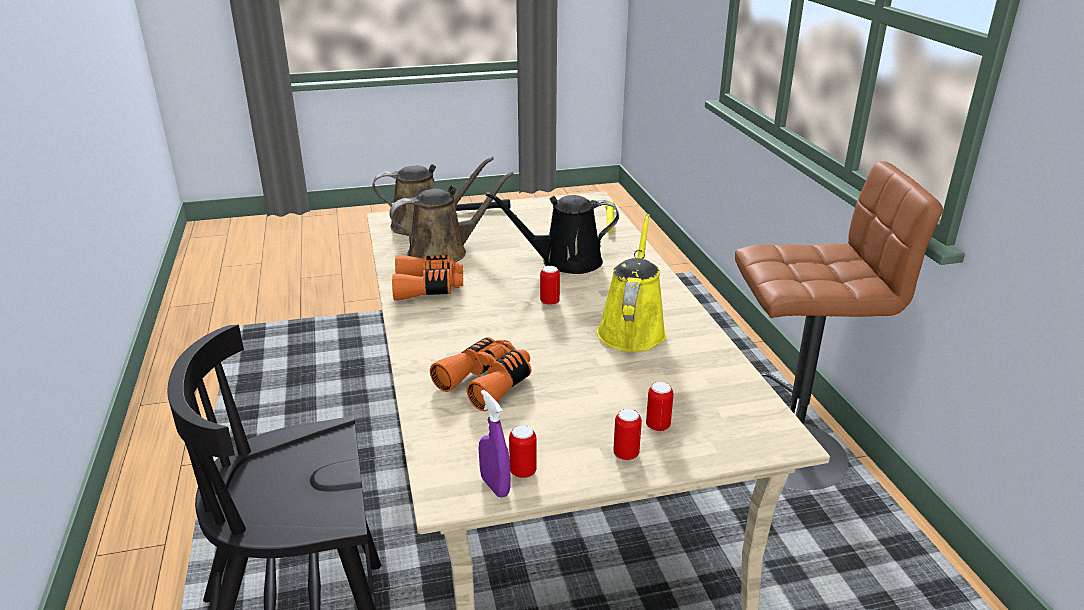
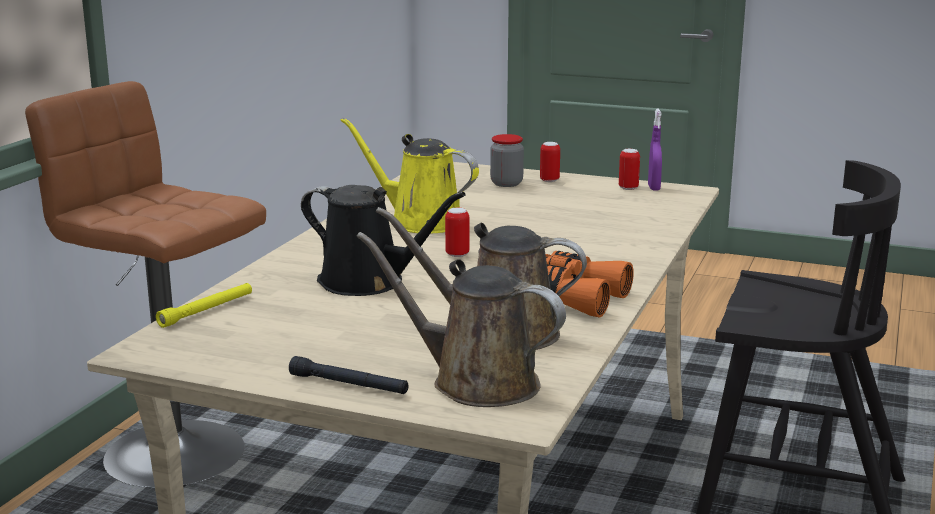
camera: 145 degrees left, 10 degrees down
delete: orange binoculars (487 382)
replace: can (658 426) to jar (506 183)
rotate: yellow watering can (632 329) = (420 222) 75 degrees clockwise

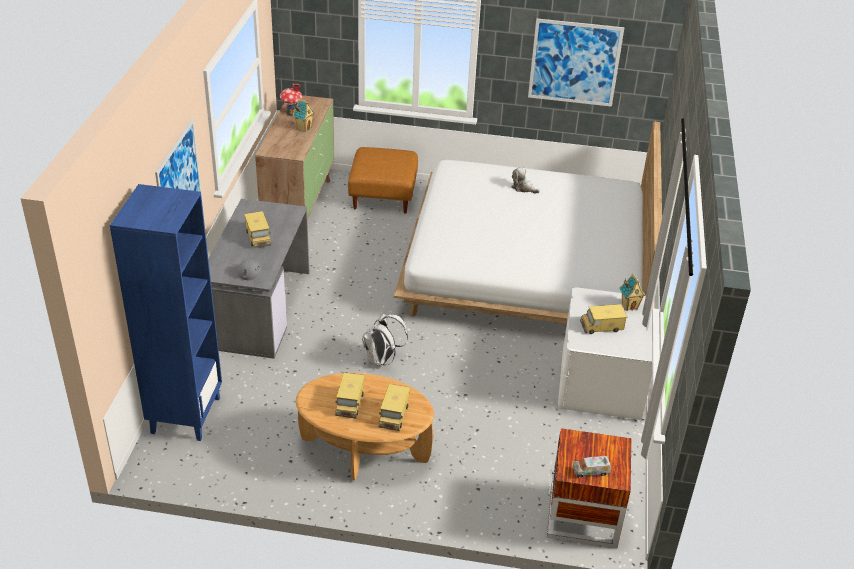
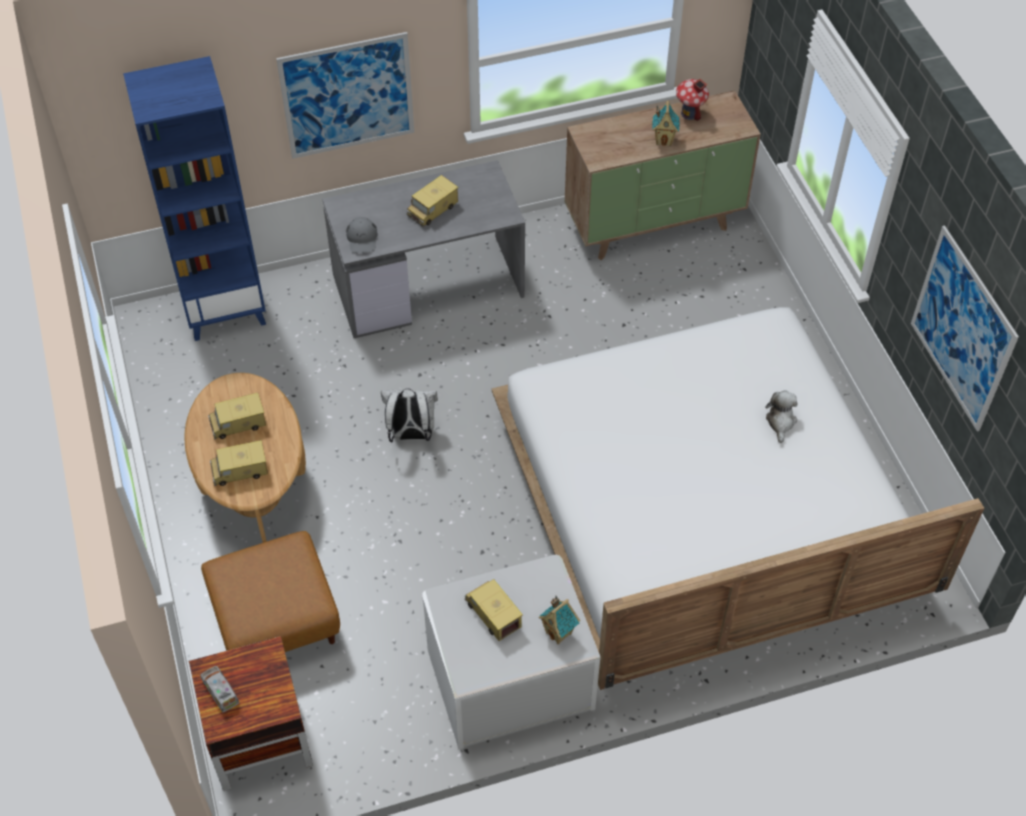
camera: 65 degrees right, 15 degrees up
move: brown ottoman (382 196) to (277 619)

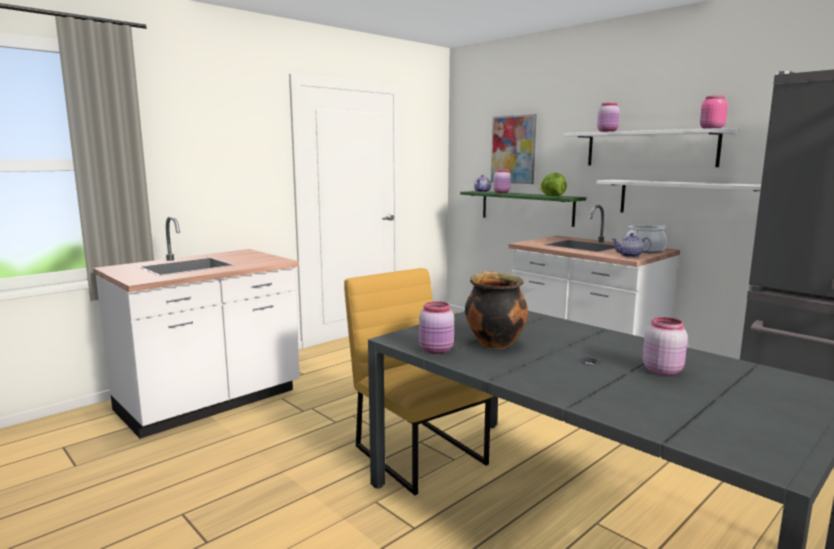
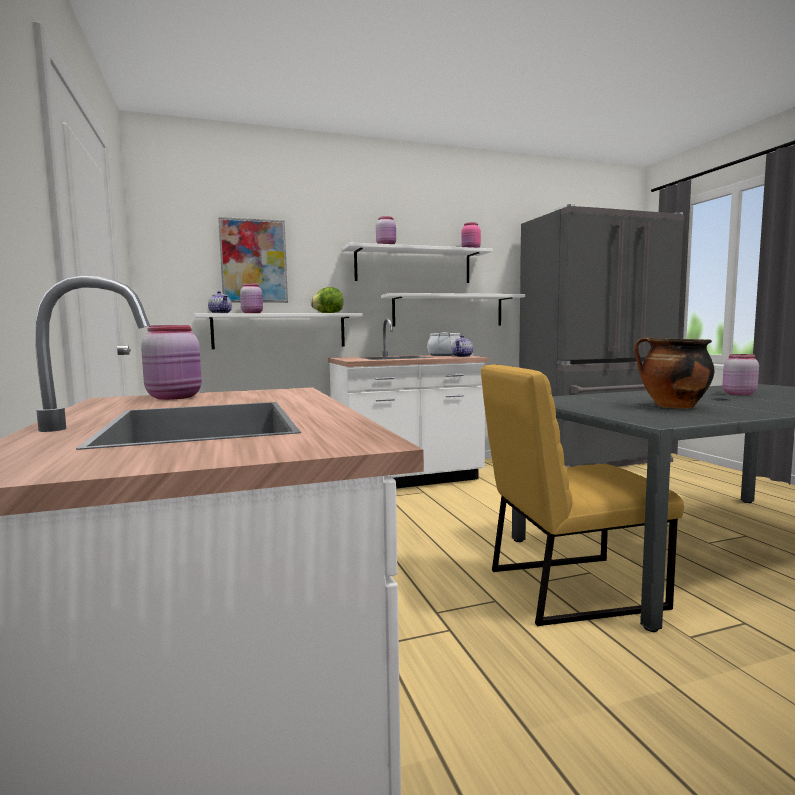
camera: 65 degrees left, 5 degrees down
move: pink jar (437 350) to (176 397)
recolor: green shelf (526 207) to white shelf (279 331)

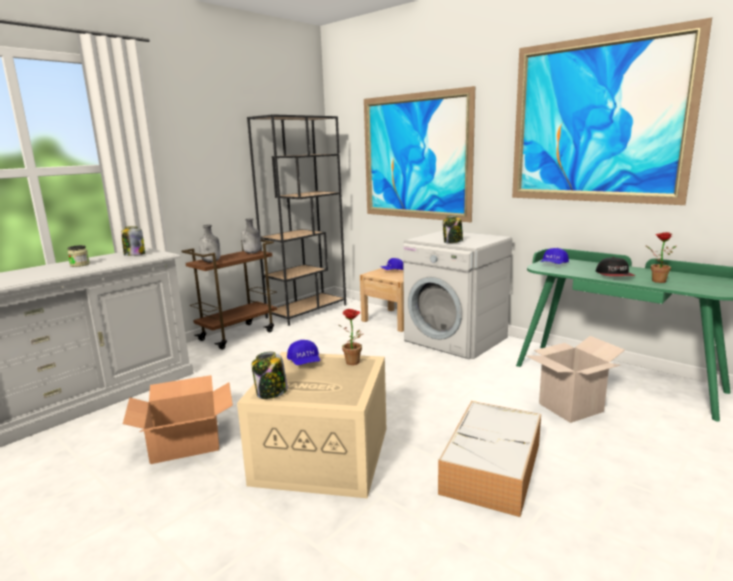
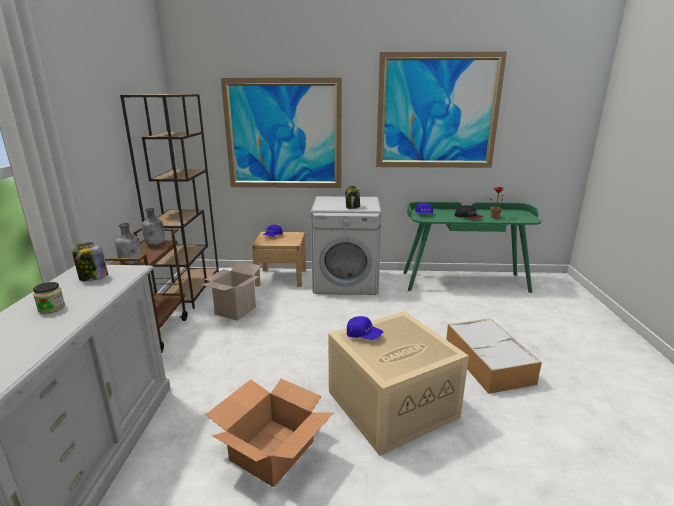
camera: 40 degrees left, 5 degrees up
delete: potted plant (355 363); jar (271 393)
move: cardboard box (570 407) to (235 310)

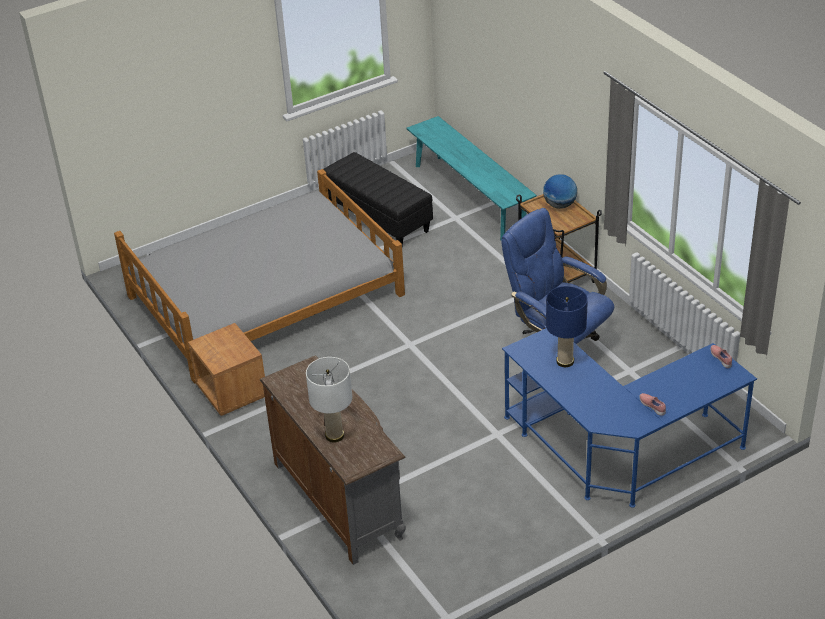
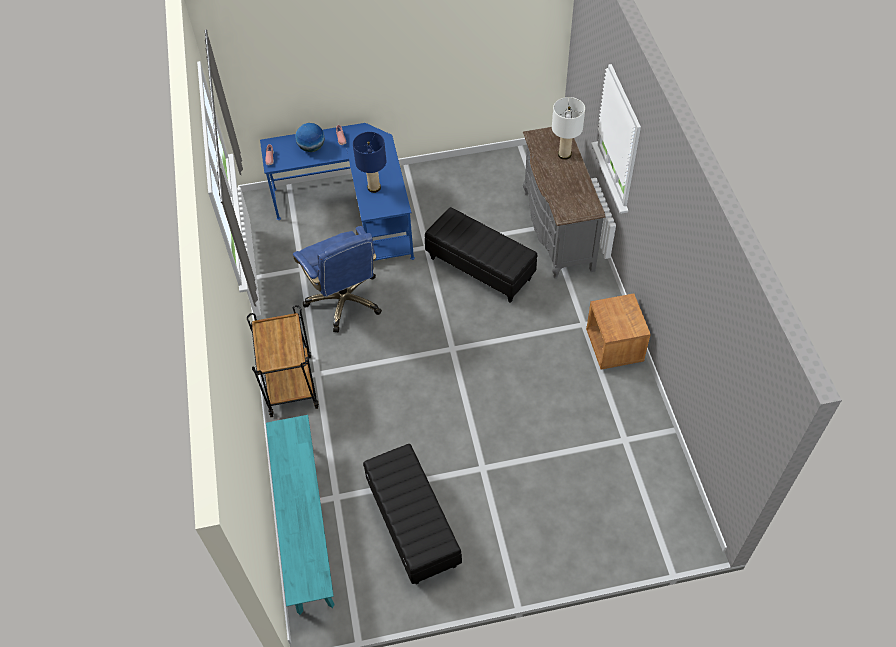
camera: 160 degrees left, 15 degrees up
delete: grey bed (266 295)
insert: black ottoman (480 268)
move: globe (559 205) to (312 148)

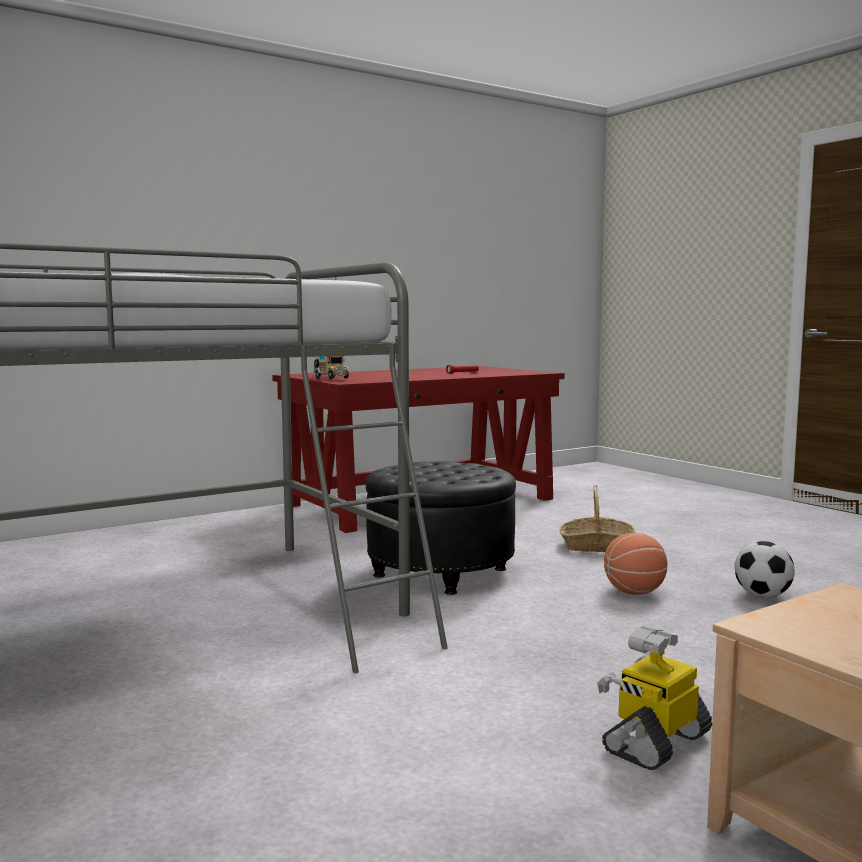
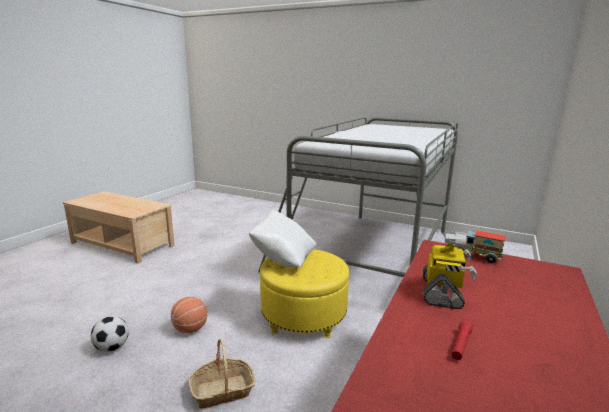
camera: 150 degrees right, 10 degrees up
insert: white pillow (283 259)
move: toy robot (655 742) to (443 292)
recolor: black ottoman (440 572) to yellow ottoman (303 317)

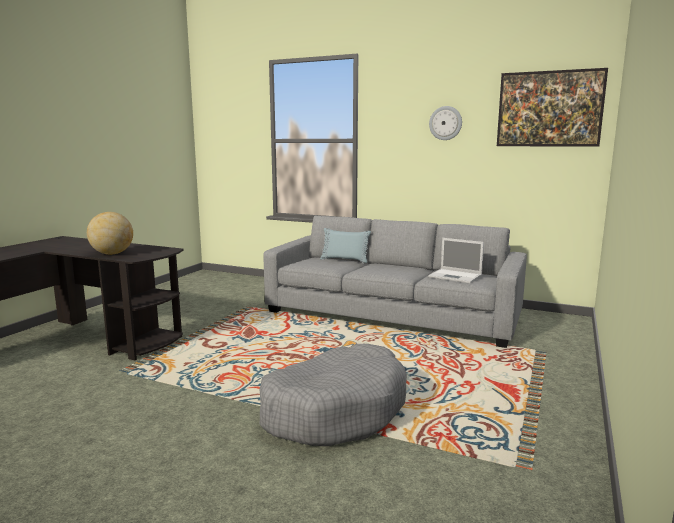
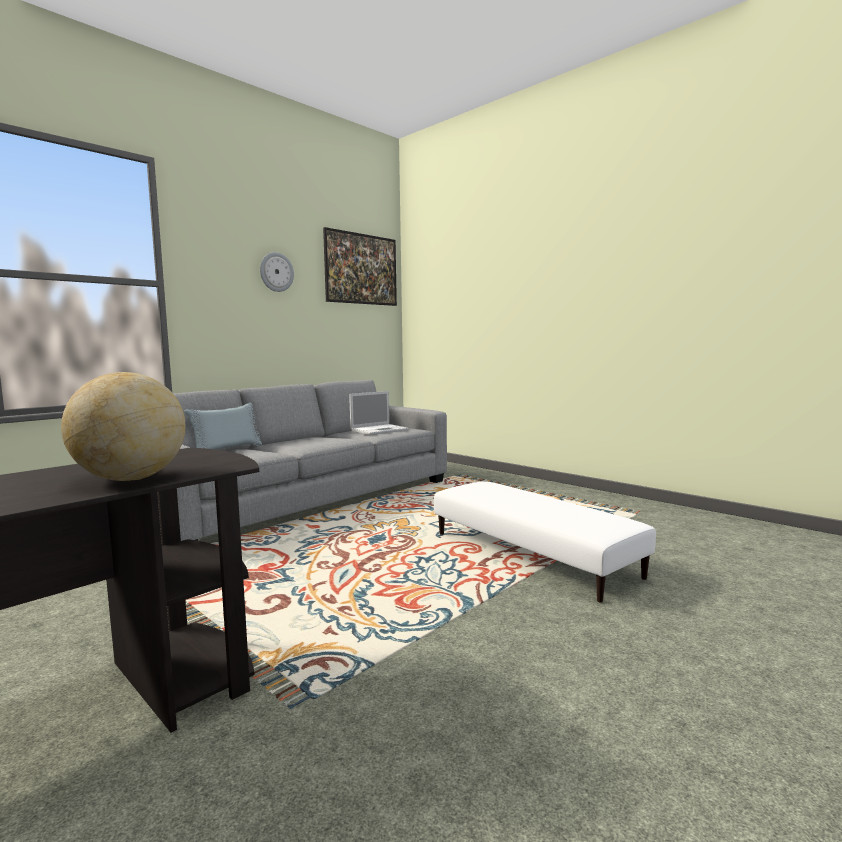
camera: 70 degrees left, 5 degrees down
replace: grey dog bed (334 410) to white ottoman (532 554)

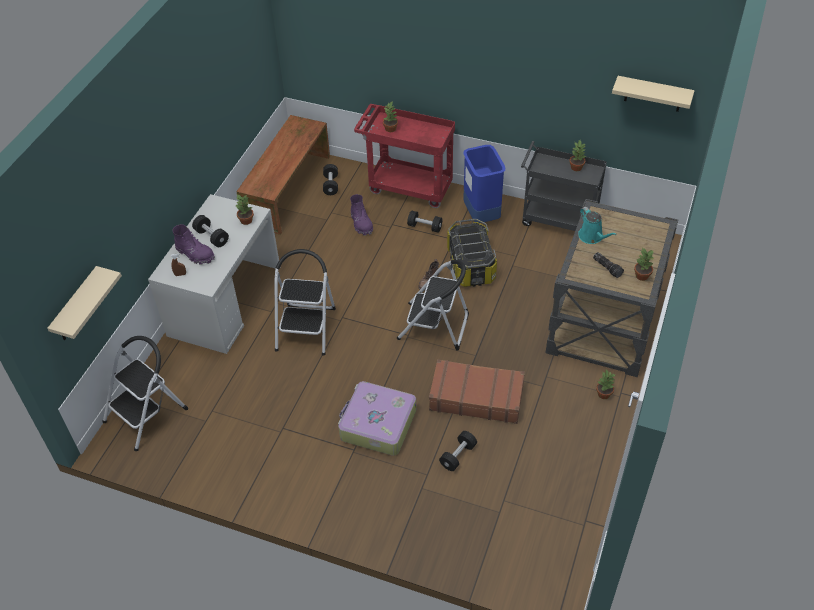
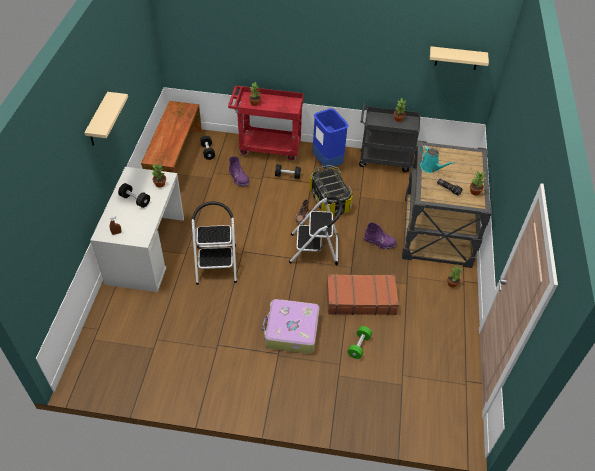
camera: 15 degrees left, 0 degrees up
delete: step ladder (148 414)
move: purple boot (195 254) to (379 242); beige shelf (76 306) to (98 121)
recolor: black dumbbell (458 456) to green dumbbell (359 346)

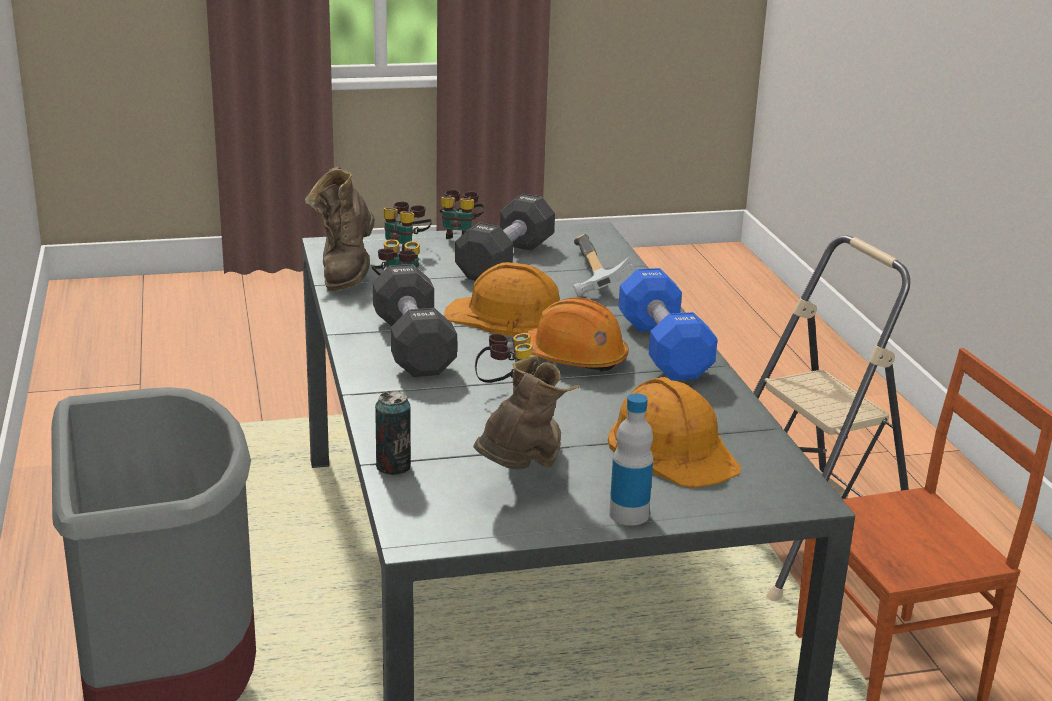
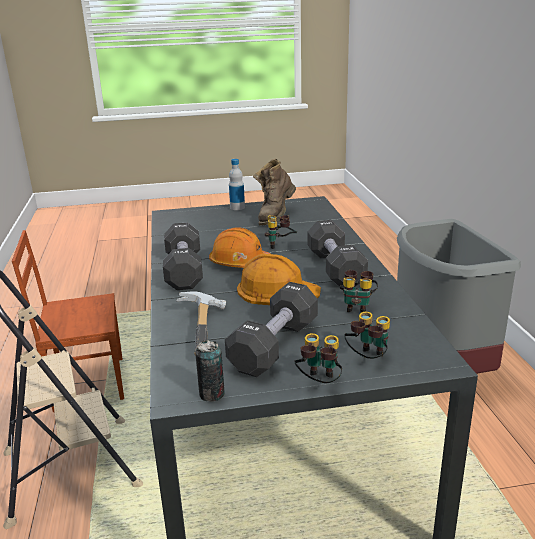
camera: 175 degrees left, 0 degrees up
delete: brown boot (346 272); orange hard hat (673 448)
move: can (393 467) to (212 394)
recolor: blue dumbbell (663 349) to black dumbbell (184 270)

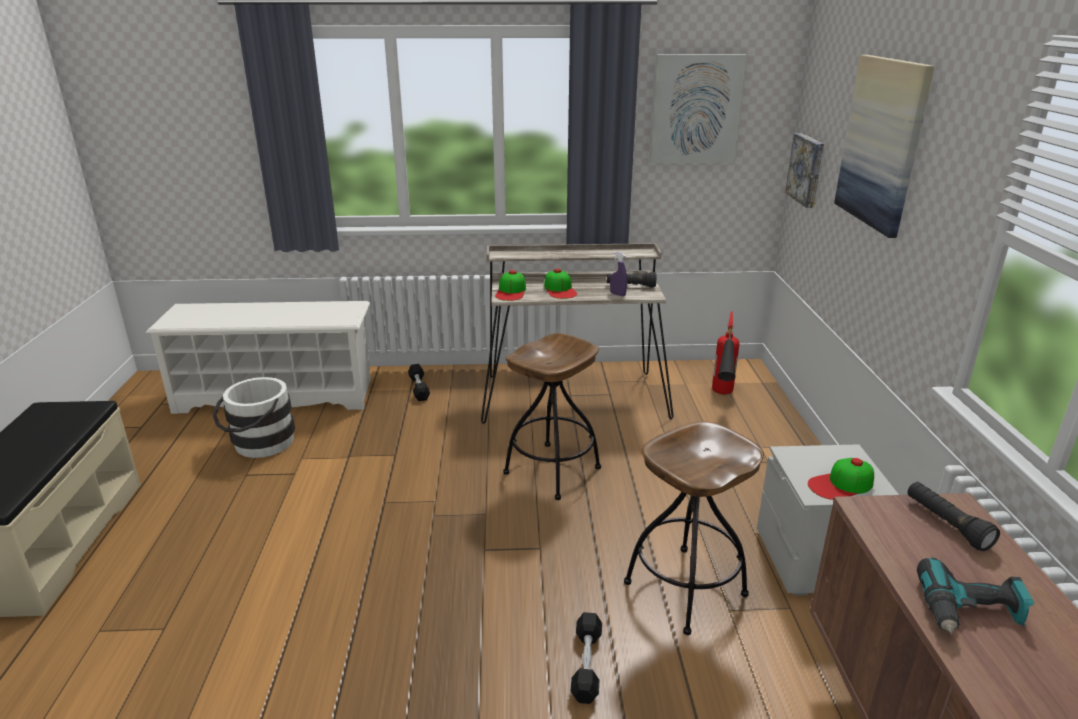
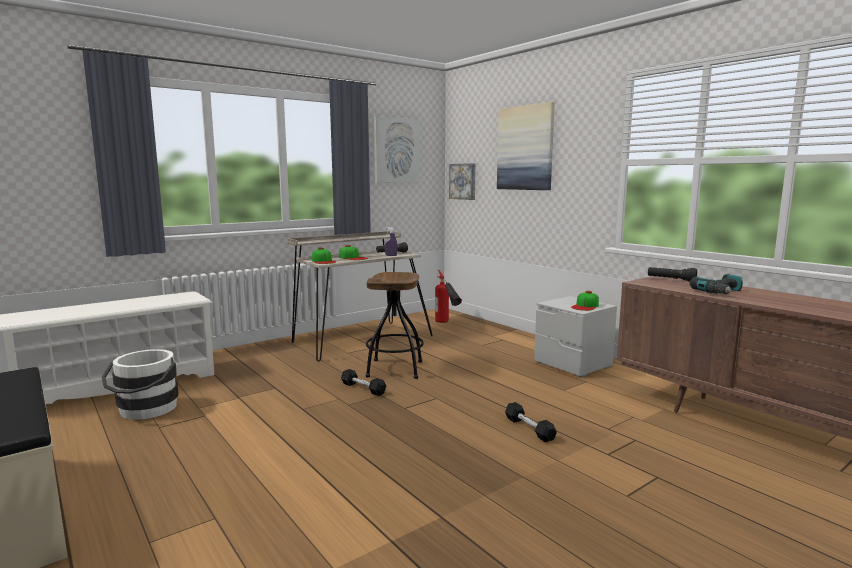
camera: 35 degrees left, 15 degrees down
delete: brown stool (686 588)
move: black dumbbell (419 388) to (363 388)

